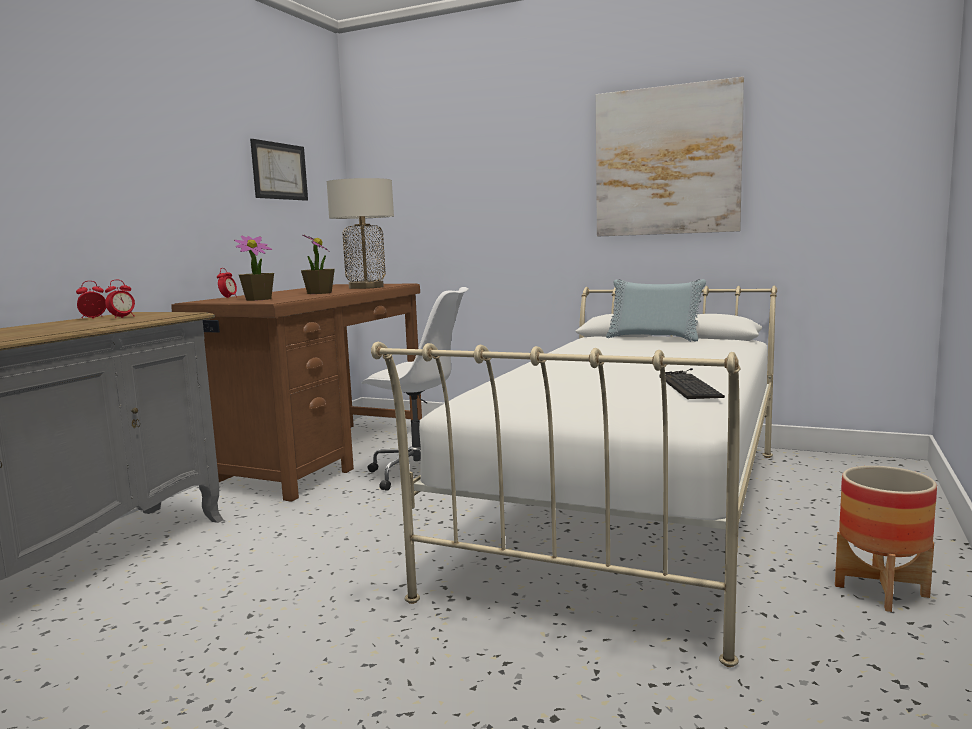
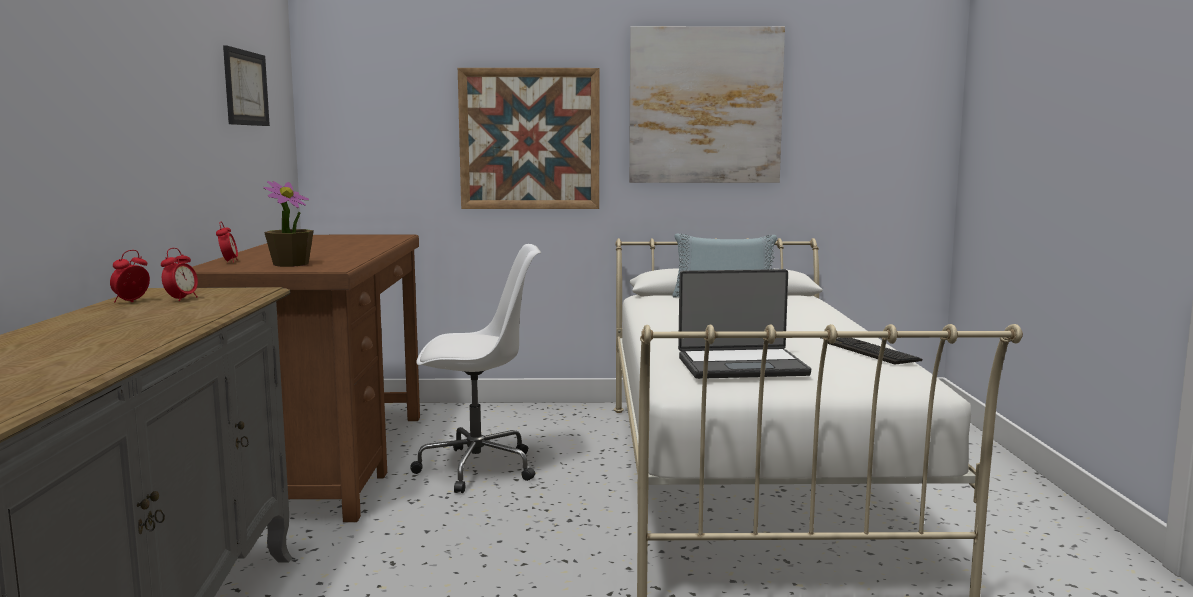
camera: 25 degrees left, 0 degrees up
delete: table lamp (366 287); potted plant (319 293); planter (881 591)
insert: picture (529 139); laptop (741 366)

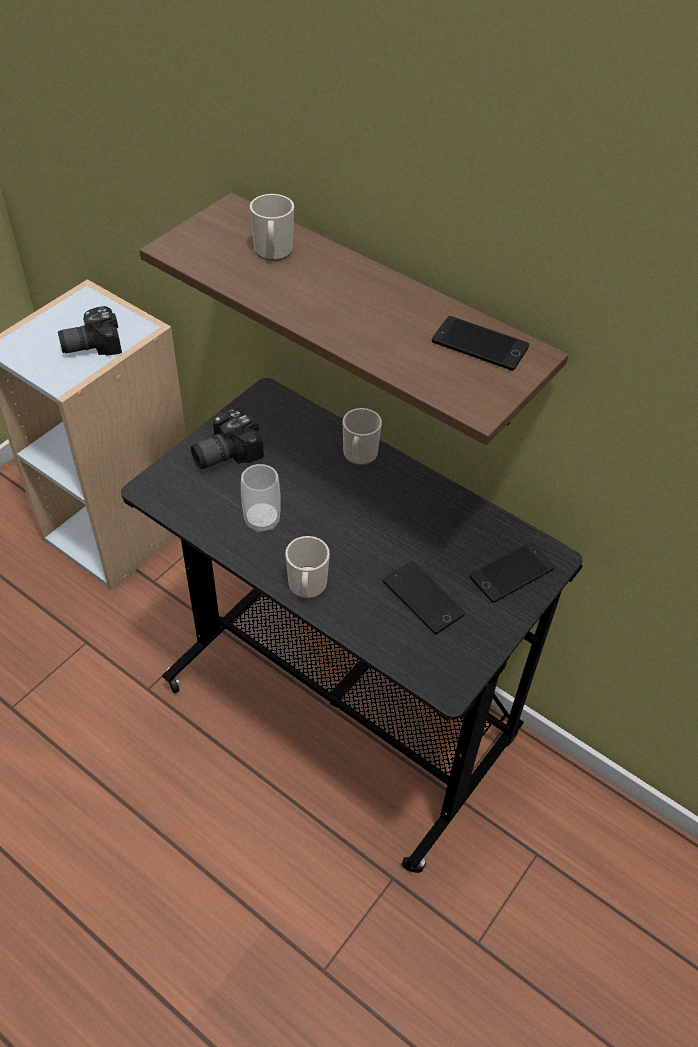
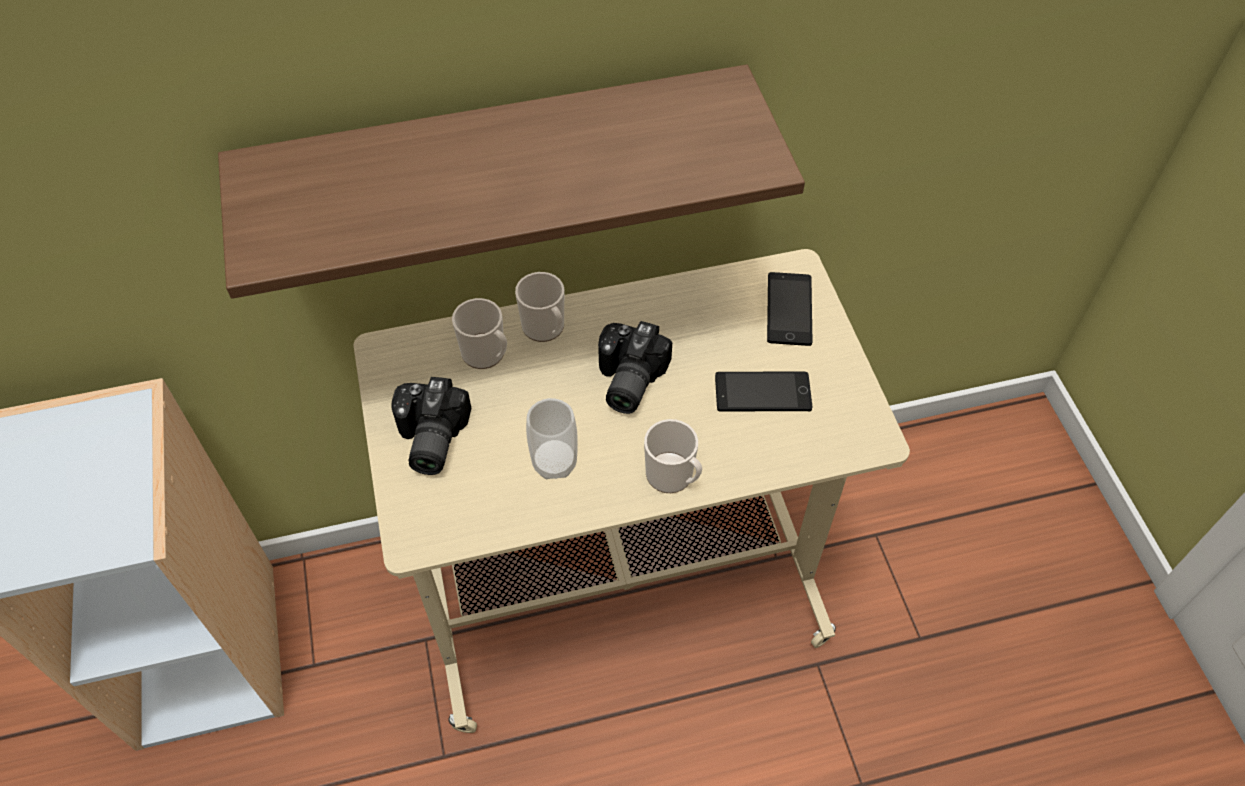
camera: 50 degrees left, 5 degrees up
delete: phone (479 344)
move: mug (273 252) to (487 355); photo camera (91 344) to (625 380)
recolor: black desk (341 712) to beige desk (622 591)

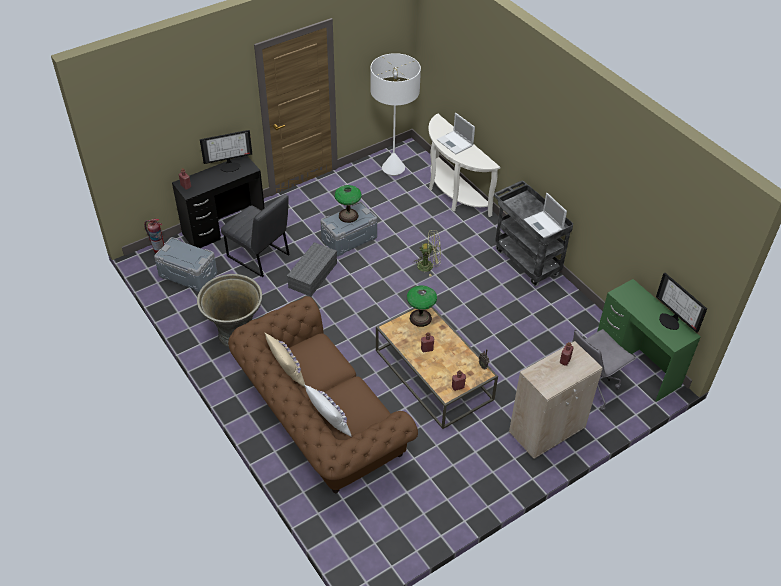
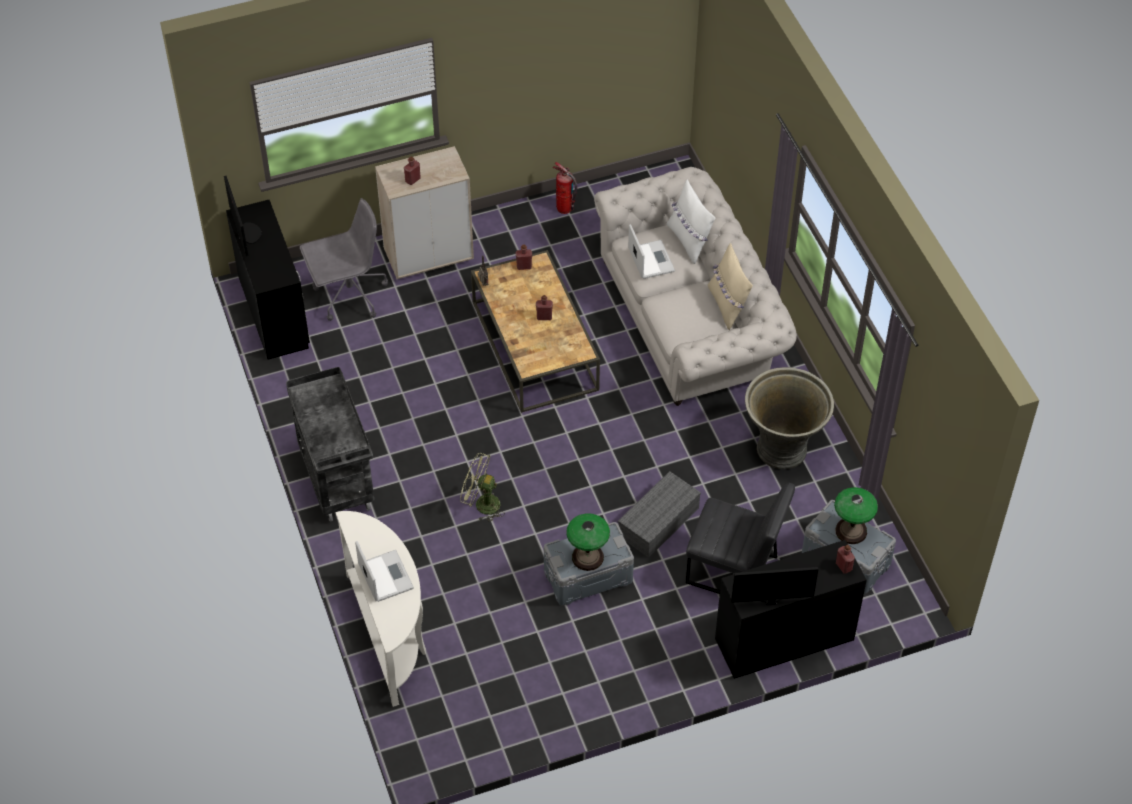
camera: 165 degrees left, 5 degrees up
delete: white floor lamp (393 170)
move: laptop (544 225) to (650 259); fire extinguisher (159 249) to (564 208); table lamp (420 318) to (851 531)
recolor: green desk (637 364) to black desk (273 311); brown sofa (318 421) to white sofa (692 318)
rotate: grey chair (259 256) = (734 571) 150 degrees clockwise

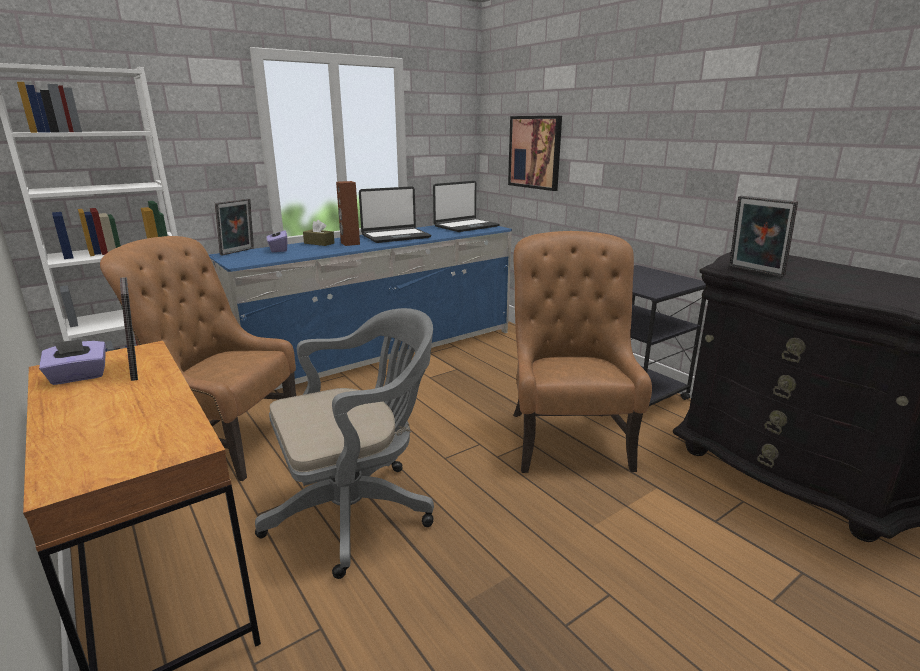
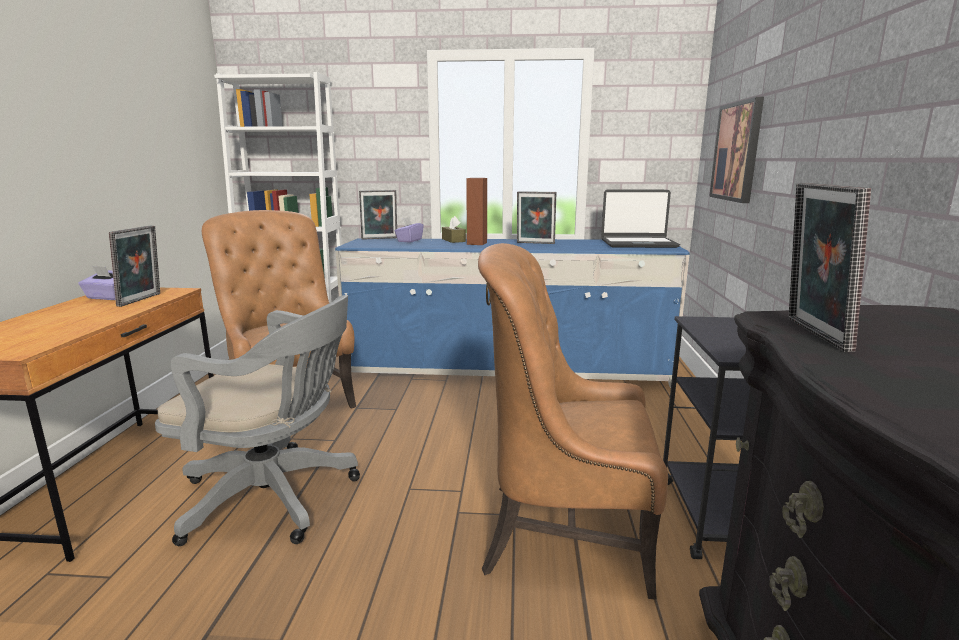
camera: 40 degrees right, 5 degrees down
replace: laptop (395 236) to picture frame (535 243)
rotate: brown chair (567 439) = (563 532) 120 degrees counterclockwise

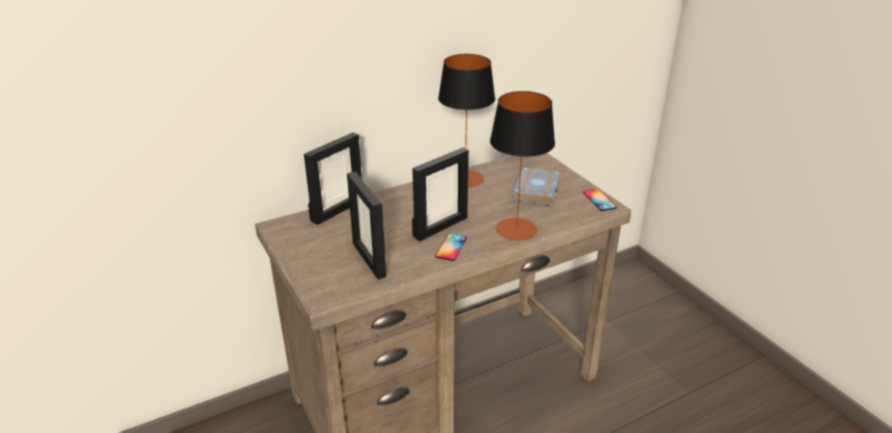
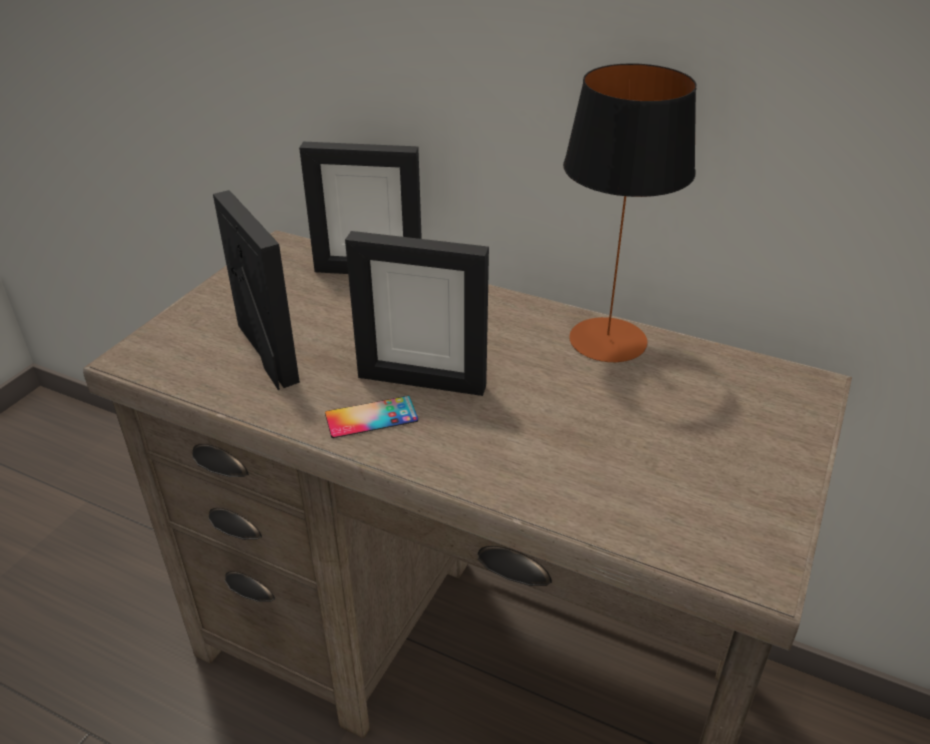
camera: 55 degrees right, 5 degrees up
delete: table lamp (516 229); grey book (537 191); phone (599 200)
rotate: picture frame (370 259) = (265 354) 120 degrees clockwise

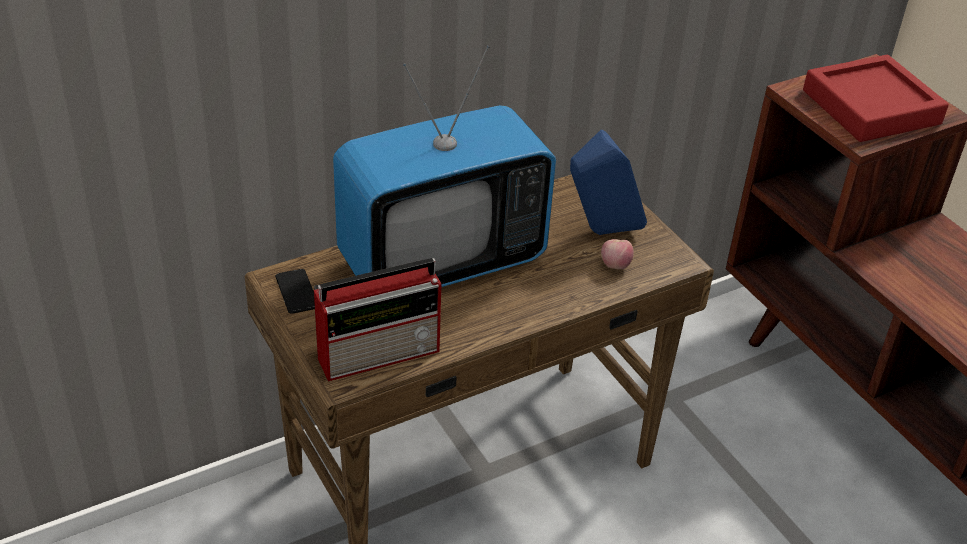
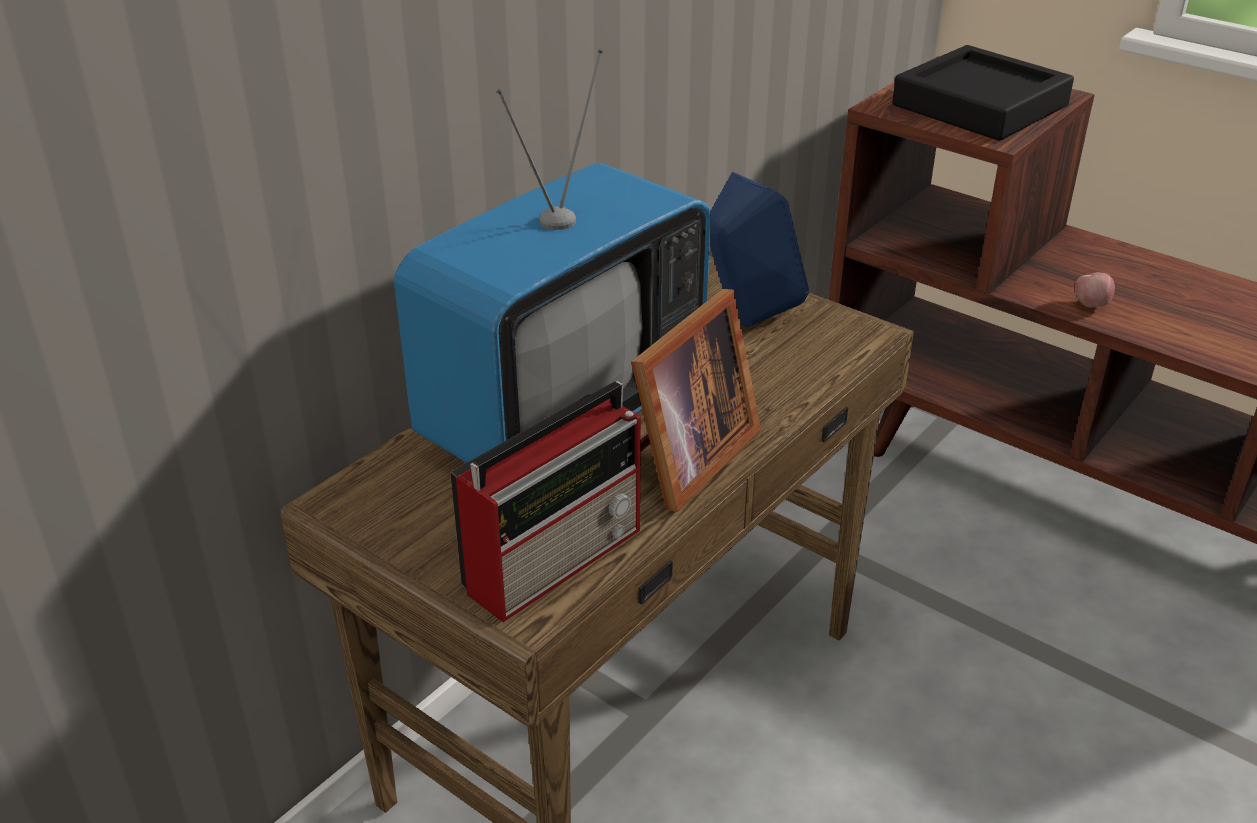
camera: 20 degrees left, 5 degrees down
delete: phone (296 292)
insert: picture frame (682 461)
move: apple (615 265) to (1090 305)
recolor: red tray (871 107) to black tray (980 105)

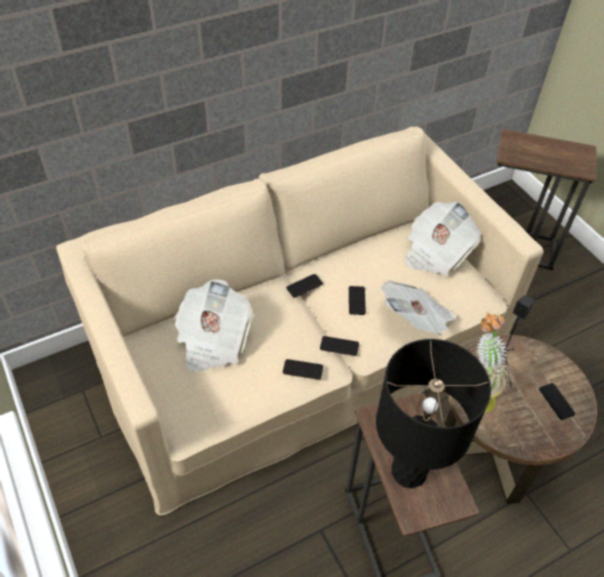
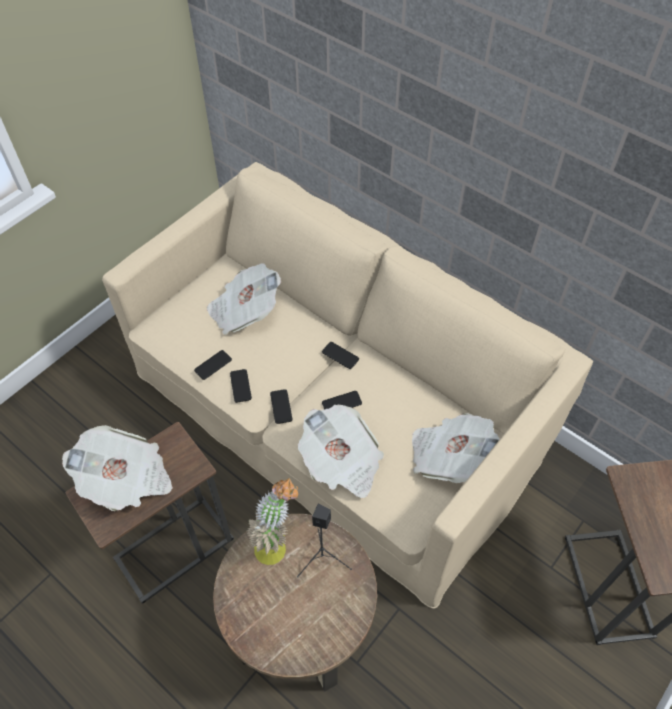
camera: 70 degrees right, 5 degrees up
move: phone (556 401) to (213 365)
replace: black table lamp (408 471) to newspaper (126 480)

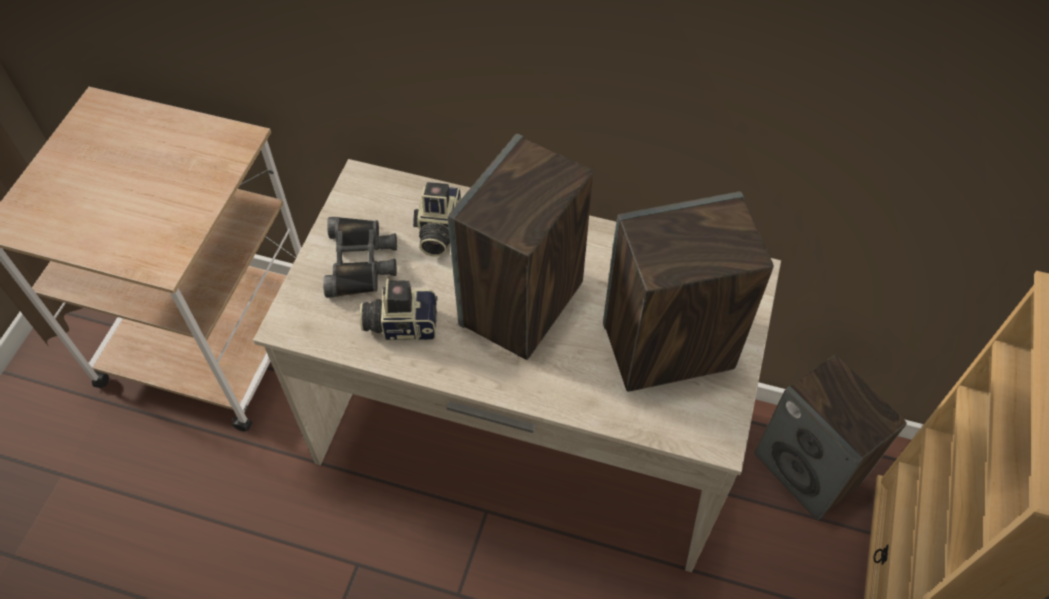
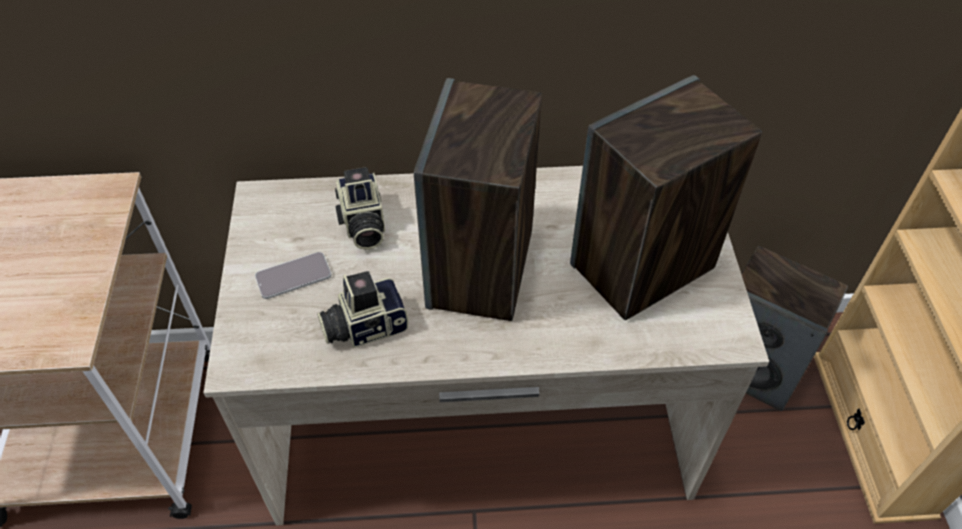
camera: 20 degrees left, 5 degrees down
replace: black binoculars (361 261) to phone (293 276)

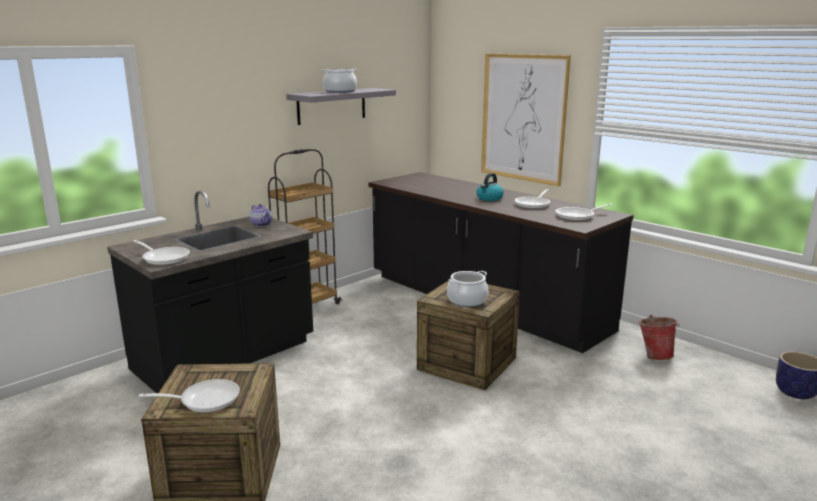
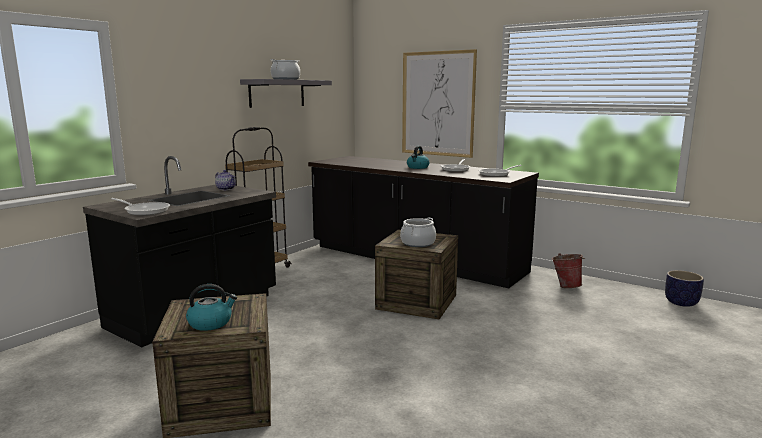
camera: 10 degrees left, 5 degrees down
replace: frying pan (204 400) to kettle (211 323)

